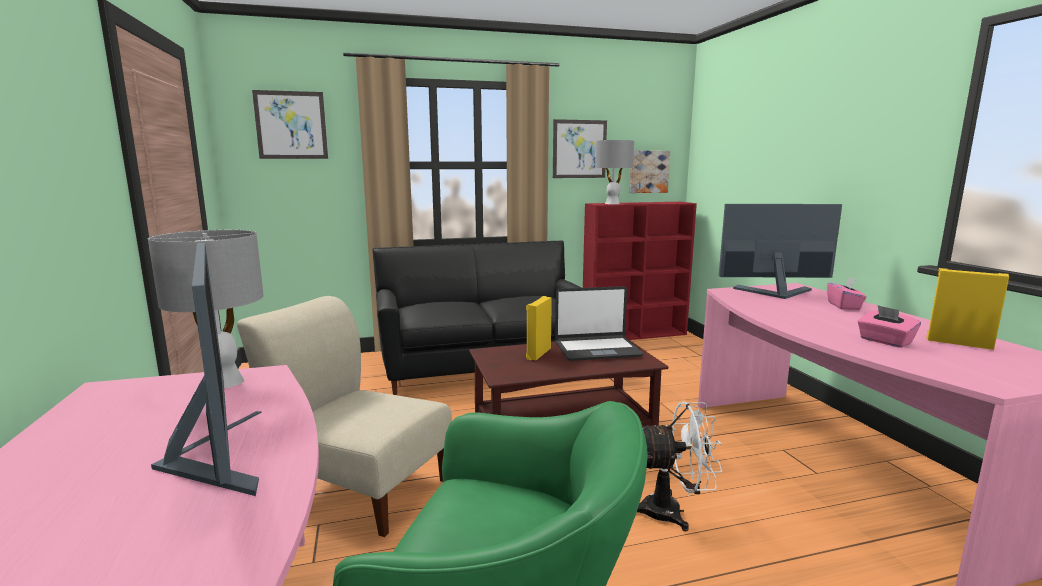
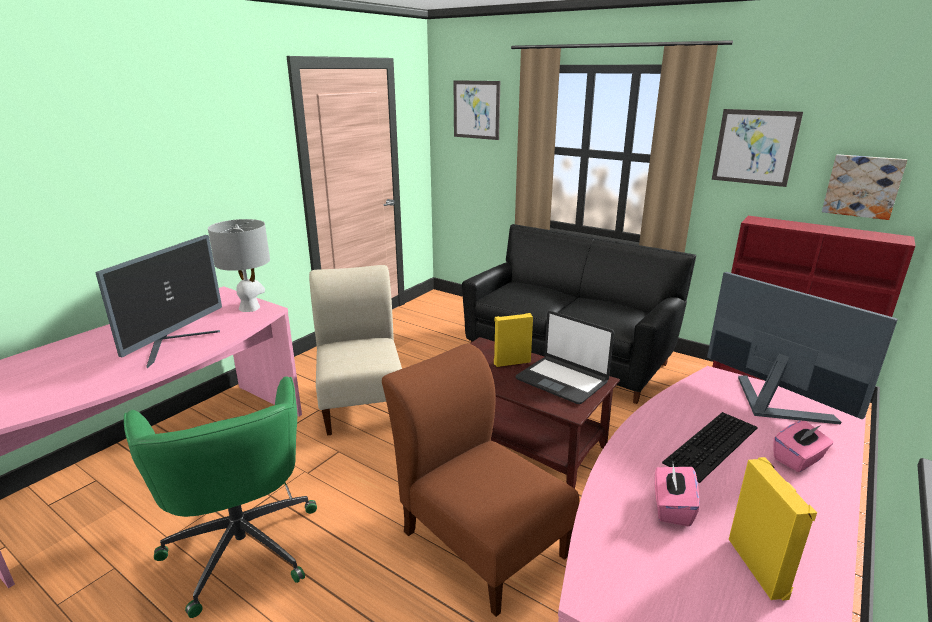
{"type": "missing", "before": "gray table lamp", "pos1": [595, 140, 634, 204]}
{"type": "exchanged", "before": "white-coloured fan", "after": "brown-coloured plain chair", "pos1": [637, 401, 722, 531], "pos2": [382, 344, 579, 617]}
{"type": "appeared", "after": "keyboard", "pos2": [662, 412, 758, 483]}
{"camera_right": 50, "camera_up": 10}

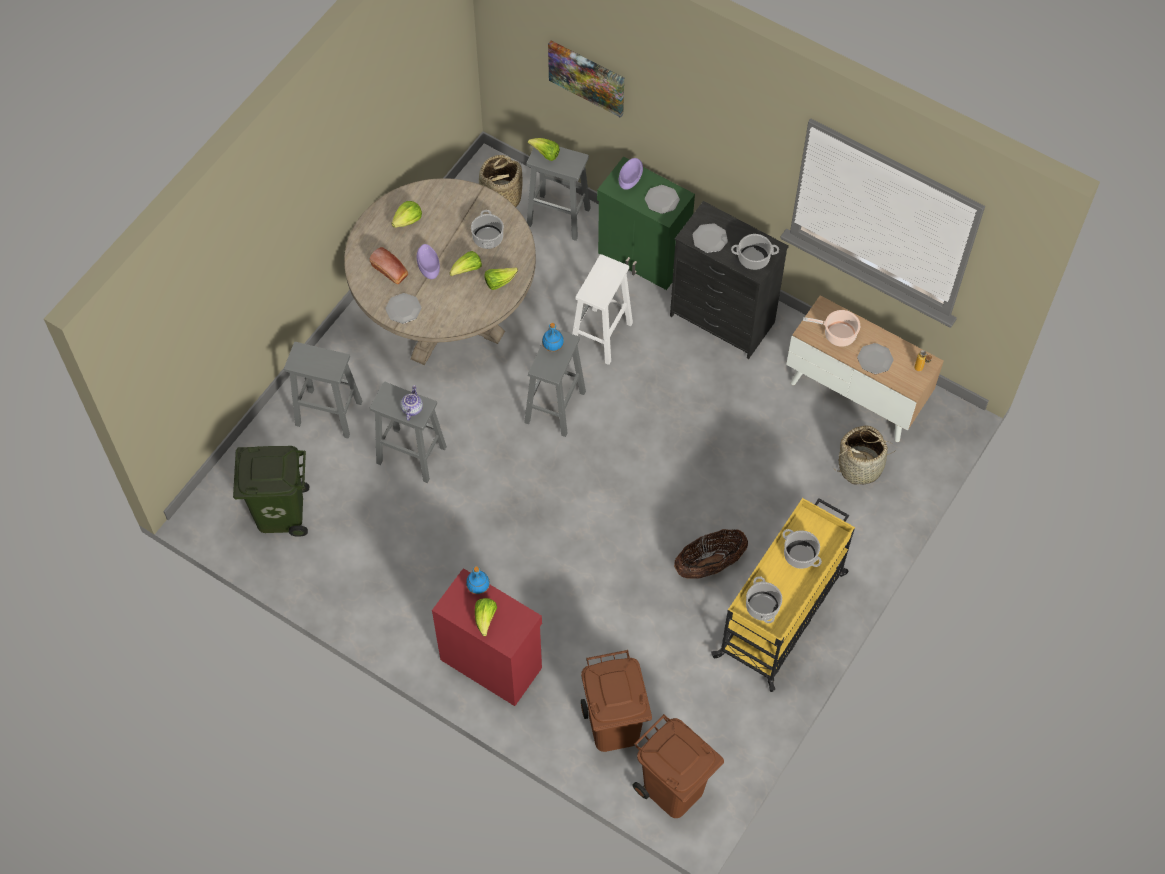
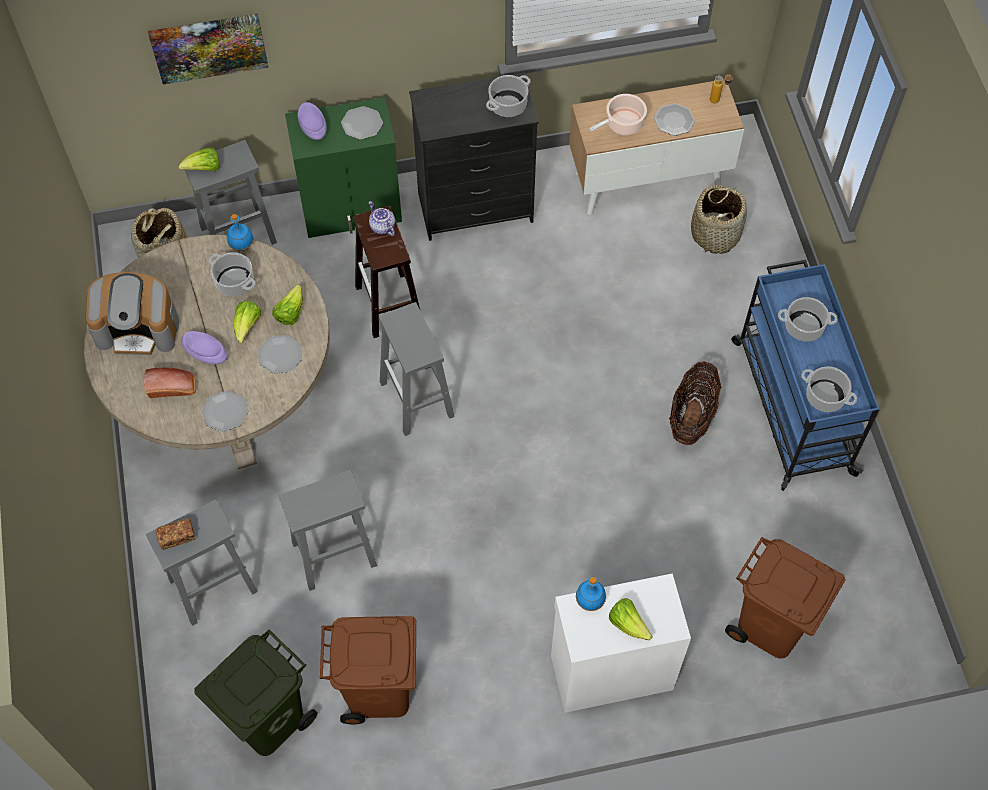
{"type": "exchanged", "before": "lettuce", "after": "coffee machine", "pos1": [391, 201, 422, 228], "pos2": [86, 272, 179, 355]}
{"type": "relocated", "before": "tea pot", "pos1": [401, 385, 423, 420], "pos2": [369, 201, 395, 236]}
{"type": "colour", "before": "red cabinet", "after": "white-coloured cabinet", "pos1": [432, 568, 542, 706], "pos2": [551, 573, 691, 713]}
{"type": "relocated", "before": "blue-coloured drink bottle", "pos1": [542, 323, 564, 352], "pos2": [227, 214, 254, 251]}
{"type": "colour", "before": "white-coloured stool", "after": "brown-coloured stool", "pos1": [572, 254, 633, 365], "pos2": [353, 206, 420, 338]}
{"type": "relocated", "before": "brown-coloured rubbish bin", "pos1": [632, 714, 724, 818], "pos2": [320, 616, 416, 724]}
{"type": "relocated", "before": "plate", "pos1": [693, 223, 728, 253], "pos2": [258, 335, 302, 374]}
{"type": "colour", "before": "yellow trolley", "after": "blue-coloured trolley", "pos1": [711, 498, 855, 692], "pos2": [731, 260, 880, 491]}
{"type": "appeared", "after": "baked bread", "pos2": [156, 518, 195, 550]}
{"camera_right": -45, "camera_up": 0}

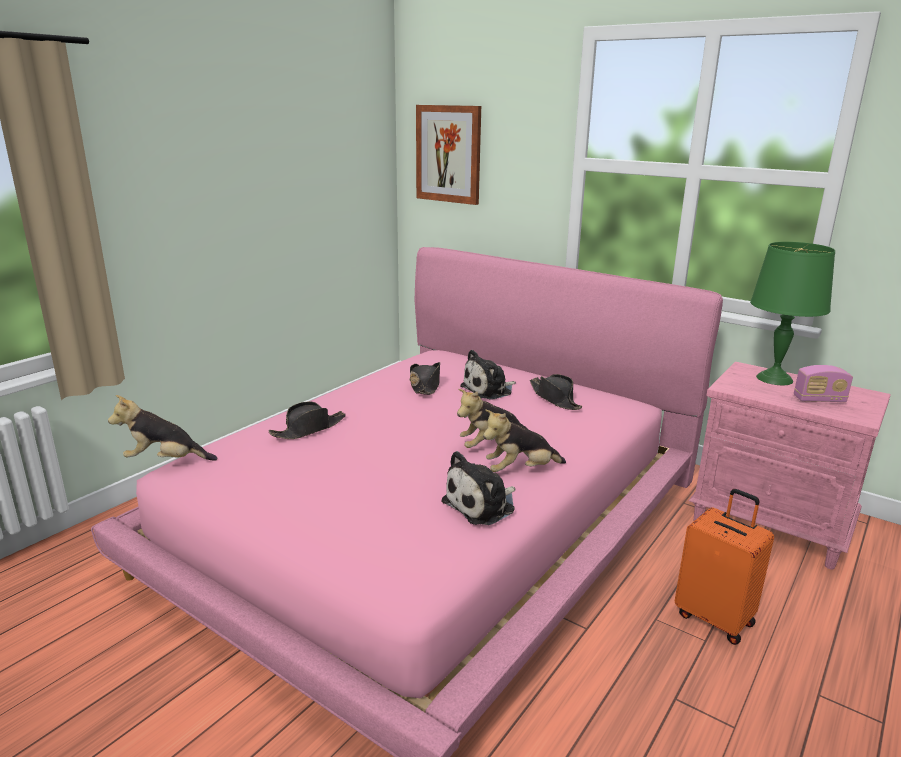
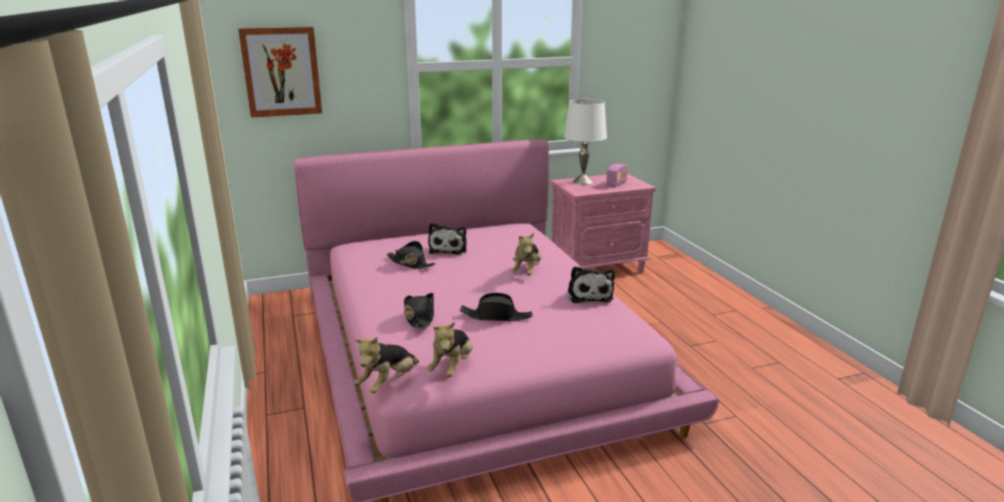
{"type": "relocated", "before": "plush toy", "pos1": [483, 409, 566, 472], "pos2": [427, 321, 473, 377]}
{"type": "relocated", "before": "black-coloured wearable hat", "pos1": [530, 374, 582, 410], "pos2": [460, 293, 533, 322]}
{"type": "missing", "before": "orange travel case", "pos1": [675, 489, 774, 645]}
{"type": "colour", "before": "green-coloured table lamp", "after": "white-coloured table lamp", "pos1": [750, 242, 835, 385], "pos2": [564, 99, 607, 185]}
{"camera_right": -55, "camera_up": 0}

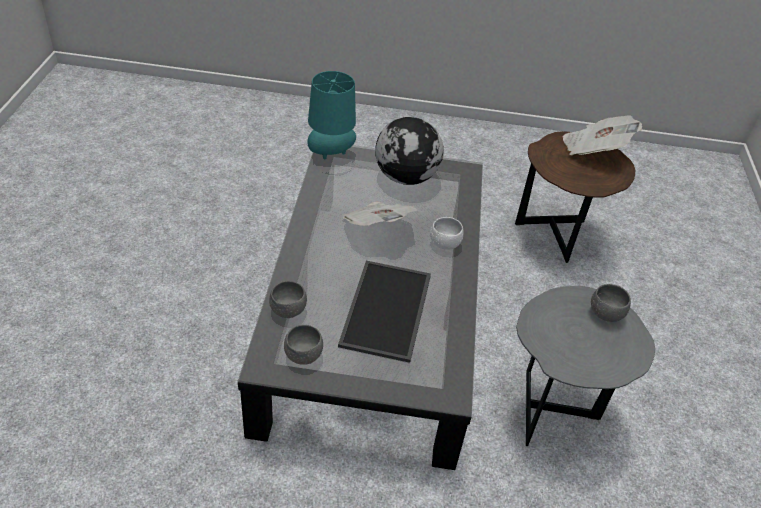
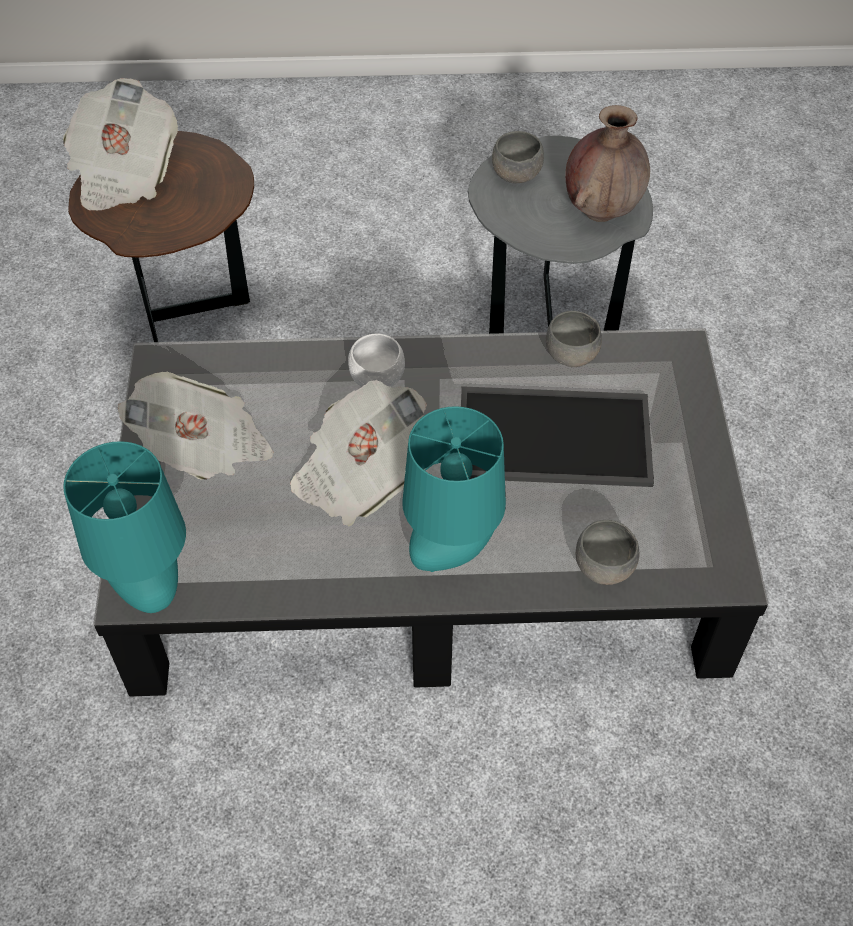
{"type": "relocated", "before": "gray bowl", "pos1": [284, 325, 323, 365], "pos2": [546, 311, 602, 367]}
{"type": "exchanged", "before": "globe", "after": "daily paper", "pos1": [375, 117, 444, 185], "pos2": [118, 372, 274, 480]}
{"type": "appeared", "after": "turquoise-coloured table lamp", "pos2": [402, 406, 506, 572]}
{"type": "appeared", "after": "brown-coloured decorative vase", "pos2": [565, 105, 650, 222]}
{"camera_right": -95, "camera_up": 10}

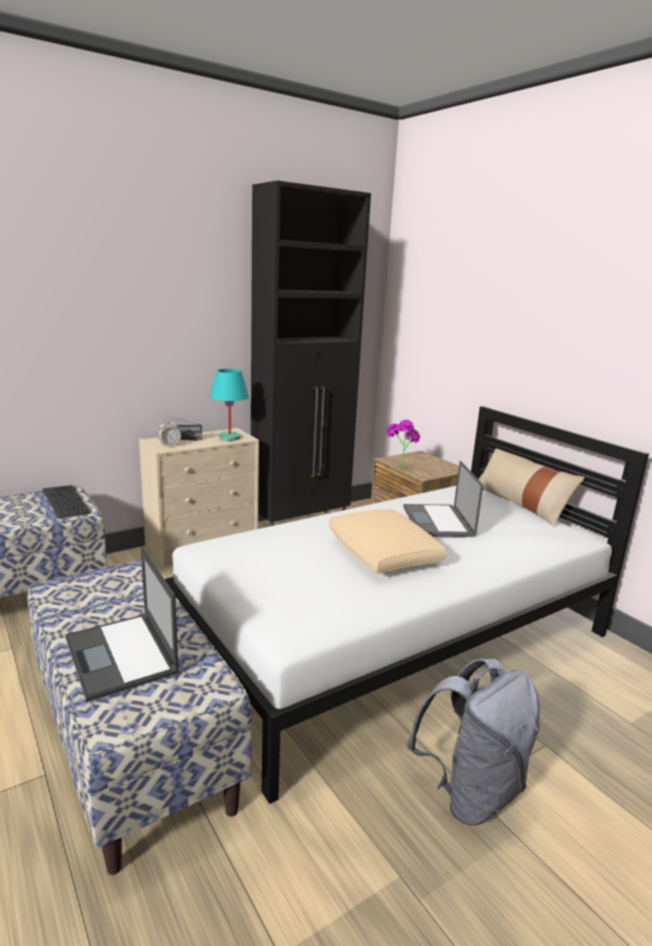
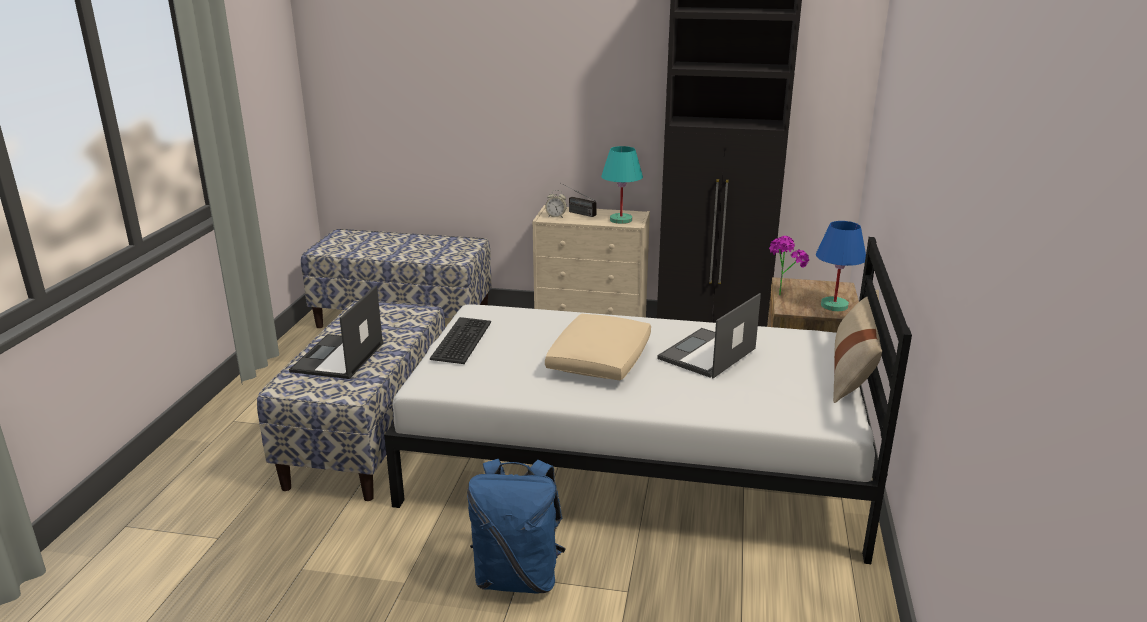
{"type": "relocated", "before": "keyboard", "pos1": [42, 485, 91, 518], "pos2": [430, 317, 491, 364]}
{"type": "colour", "before": "gray backpack", "after": "blue-coloured backpack", "pos1": [407, 658, 540, 825], "pos2": [467, 459, 566, 594]}
{"type": "appeared", "after": "blue-coloured table lamp", "pos2": [816, 221, 866, 311]}
{"camera_right": 45, "camera_up": 5}

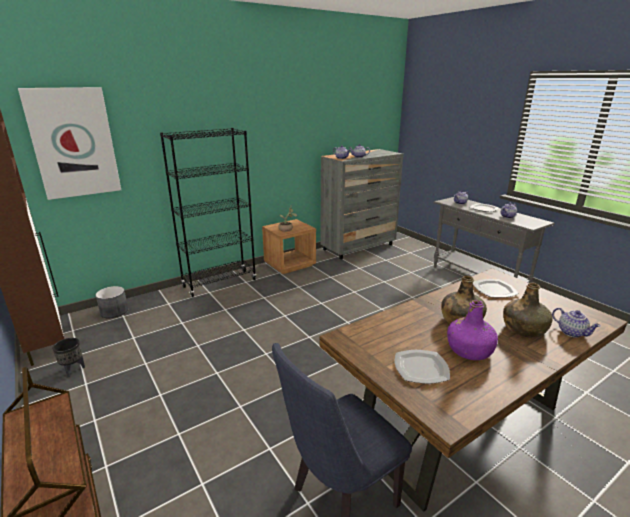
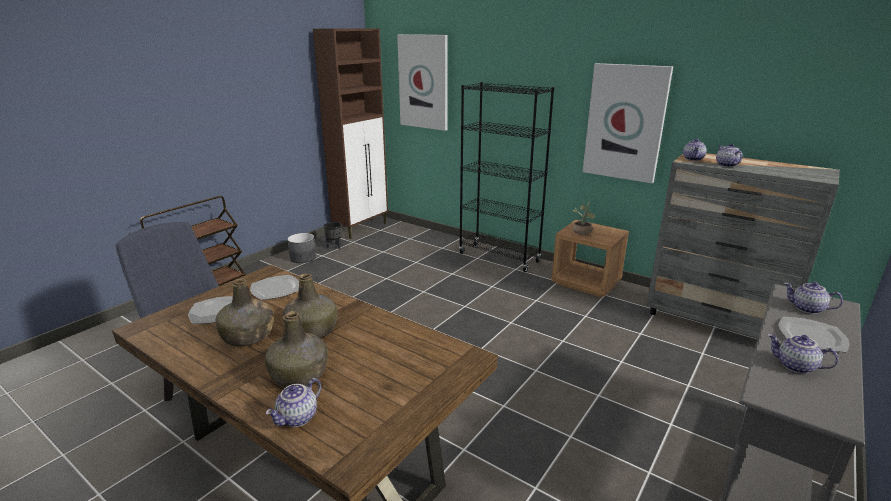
{"type": "relocated", "before": "gray planter", "pos1": [96, 286, 128, 318], "pos2": [287, 233, 316, 263]}
{"type": "colour", "before": "purple-coloured drink bottle", "after": "green-coloured drink bottle", "pos1": [447, 300, 498, 360], "pos2": [216, 278, 274, 347]}
{"type": "relocated", "before": "plate", "pos1": [473, 279, 519, 298], "pos2": [250, 275, 299, 300]}
{"type": "appeared", "after": "wall picture", "pos2": [583, 63, 673, 183]}
{"camera_right": 70, "camera_up": 0}

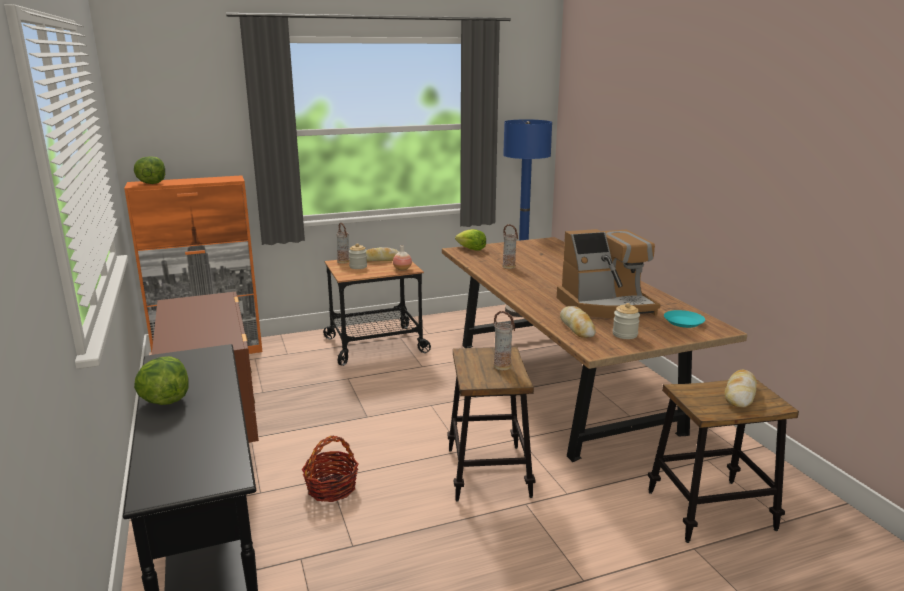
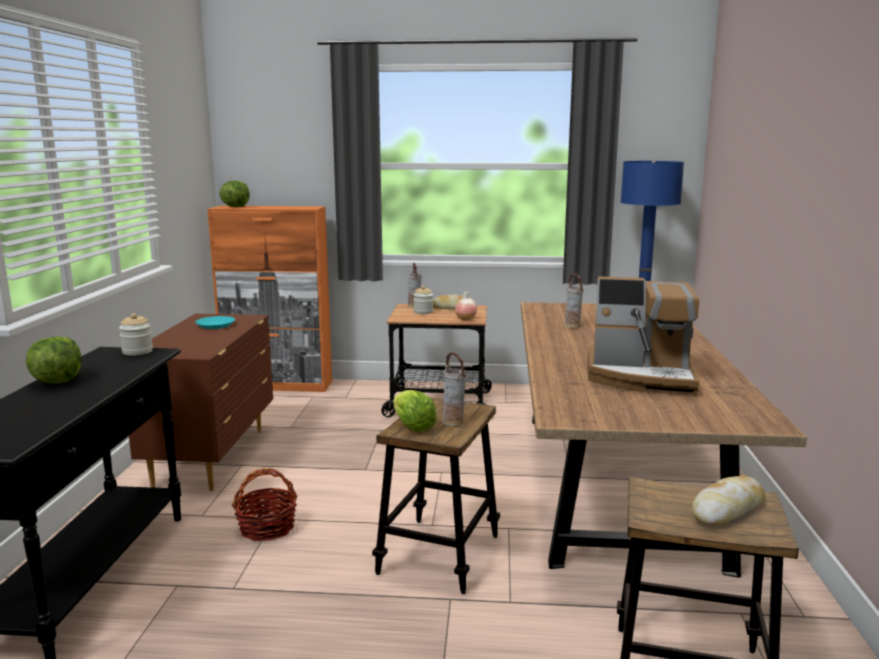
{"type": "relocated", "before": "lettuce", "pos1": [455, 229, 486, 251], "pos2": [393, 390, 437, 432]}
{"type": "missing", "before": "baked bread", "pos1": [560, 306, 596, 338]}
{"type": "relocated", "before": "storage jar", "pos1": [613, 303, 640, 339], "pos2": [119, 313, 153, 355]}
{"type": "relocated", "before": "turquoise-coloured plate", "pos1": [664, 310, 705, 328], "pos2": [195, 316, 235, 329]}
{"camera_right": 25, "camera_up": -5}

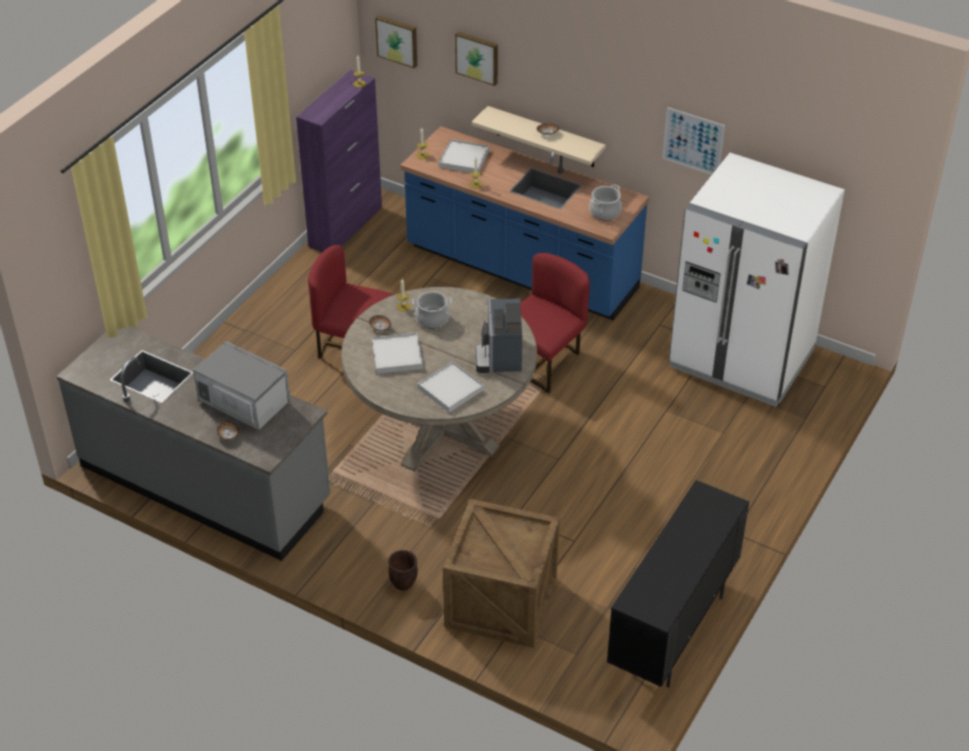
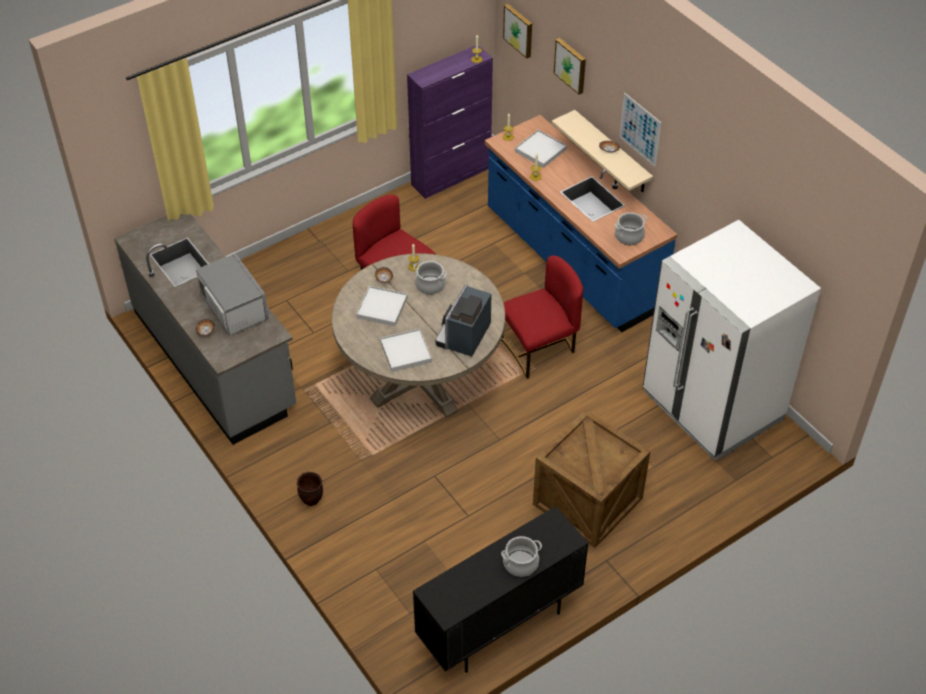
{"type": "relocated", "before": "shipping crate", "pos1": [443, 499, 560, 648], "pos2": [533, 410, 651, 548]}
{"type": "relocated", "before": "wall picture", "pos1": [662, 107, 725, 175], "pos2": [619, 93, 662, 167]}
{"type": "appeared", "after": "cooking pot", "pos2": [501, 536, 542, 577]}
{"camera_right": 25, "camera_up": 5}

